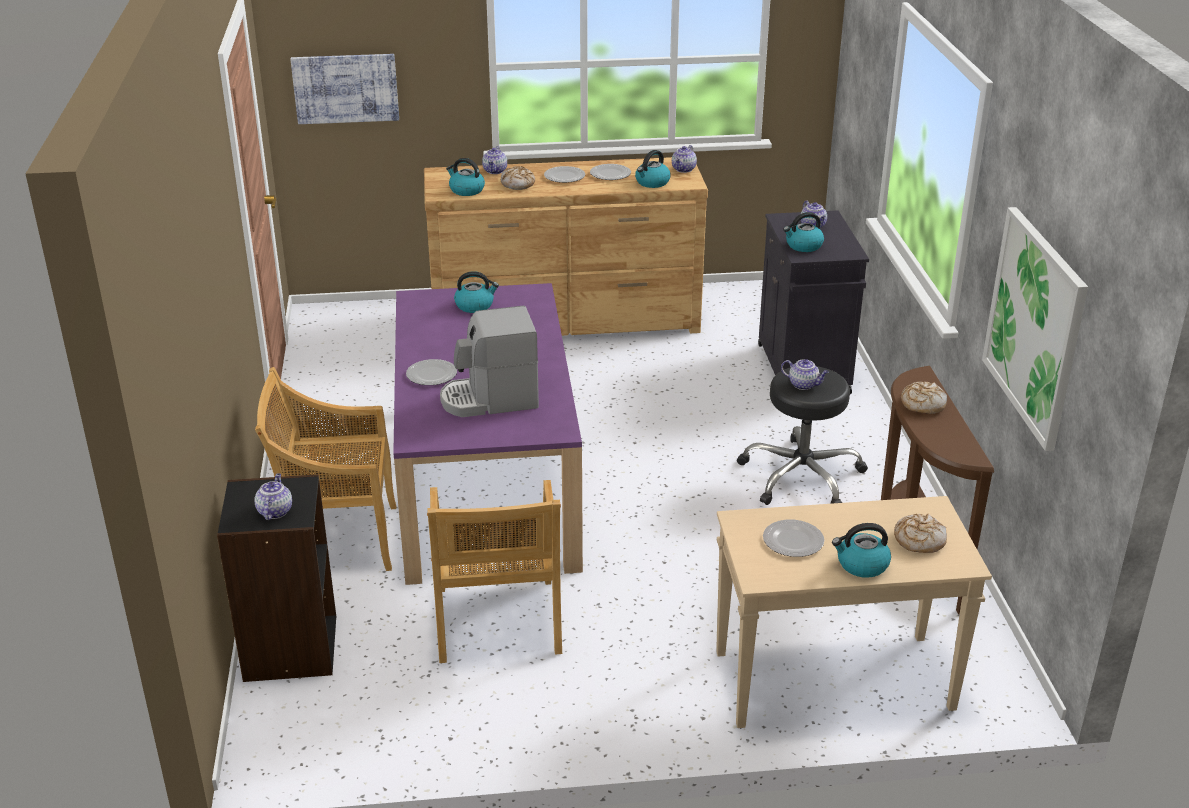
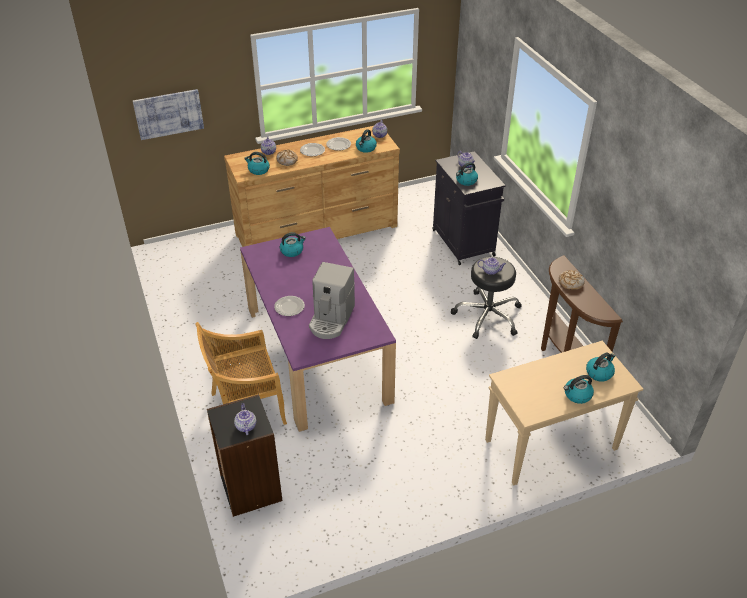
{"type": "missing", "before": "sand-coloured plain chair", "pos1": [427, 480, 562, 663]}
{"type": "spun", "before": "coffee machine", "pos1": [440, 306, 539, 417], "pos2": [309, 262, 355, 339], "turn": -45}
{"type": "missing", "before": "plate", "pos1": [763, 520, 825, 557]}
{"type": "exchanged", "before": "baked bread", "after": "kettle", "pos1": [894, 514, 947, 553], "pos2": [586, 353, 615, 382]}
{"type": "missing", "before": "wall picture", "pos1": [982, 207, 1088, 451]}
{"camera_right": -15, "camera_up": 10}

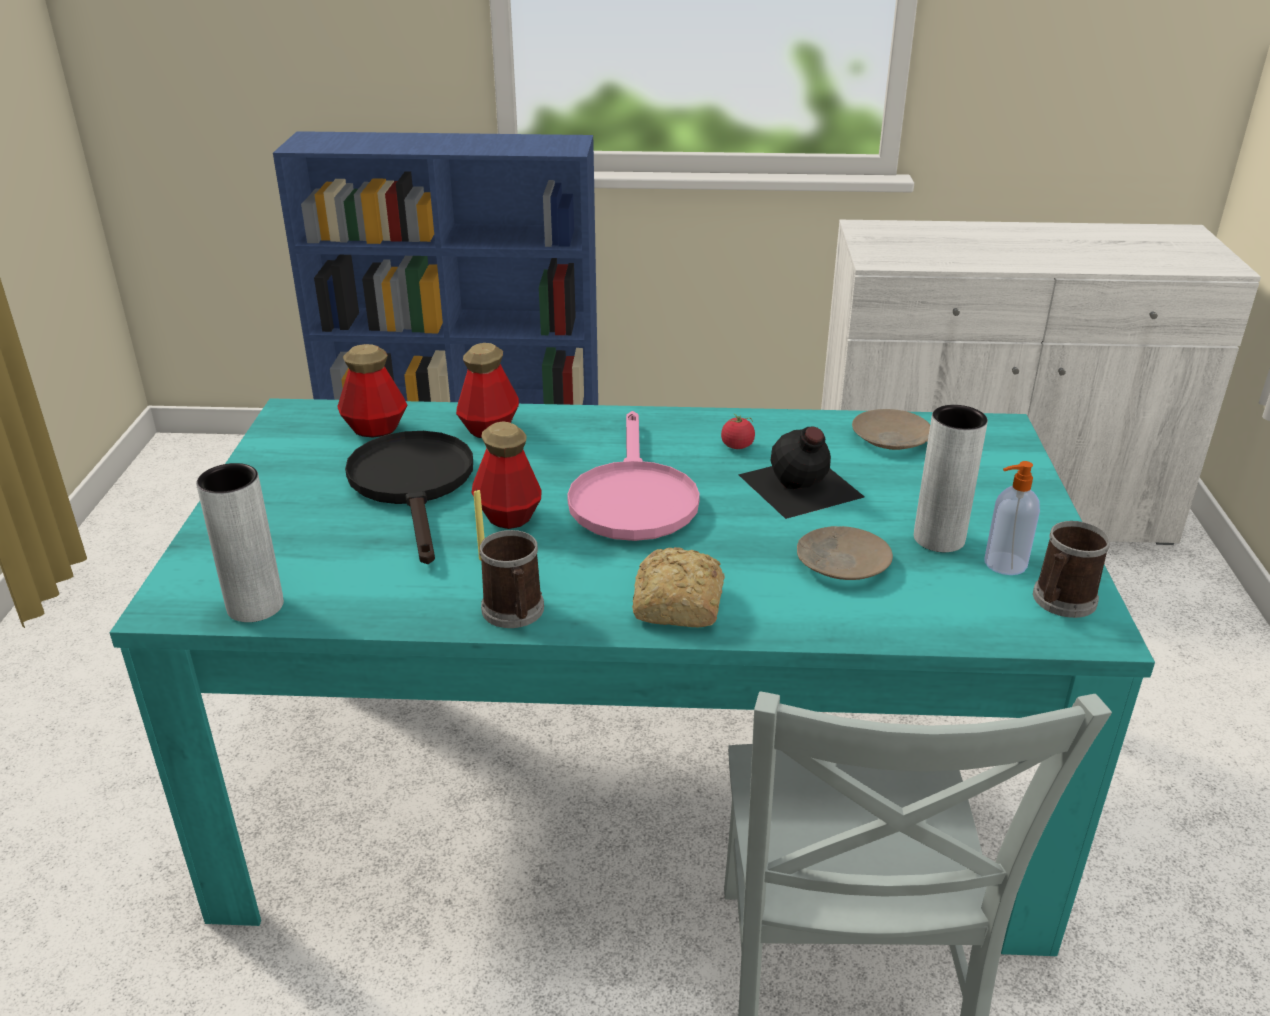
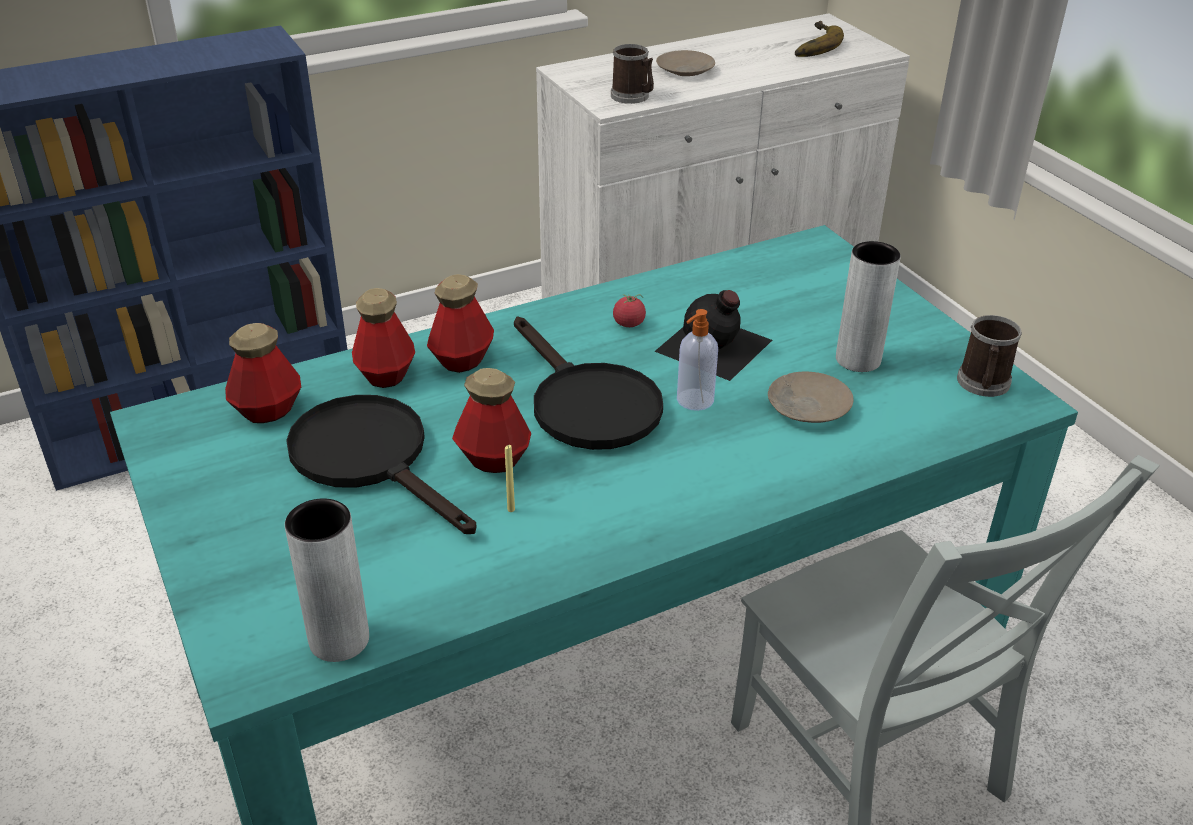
{"type": "relocated", "before": "mug", "pos1": [479, 530, 544, 628], "pos2": [611, 44, 654, 104]}
{"type": "colour", "before": "pinkish frying pan", "after": "black-coloured frying pan", "pos1": [567, 411, 700, 541], "pos2": [514, 317, 663, 450]}
{"type": "missing", "before": "baked bread", "pos1": [632, 547, 725, 627]}
{"type": "relocated", "before": "sand-coloured plate", "pos1": [852, 409, 930, 450], "pos2": [656, 50, 715, 76]}
{"type": "relocated", "before": "soap dispenser", "pos1": [985, 461, 1040, 575], "pos2": [677, 309, 718, 411]}
{"type": "appeared", "after": "drink bottle", "pos2": [427, 274, 494, 373]}
{"type": "appeared", "after": "banana", "pos2": [795, 21, 844, 57]}
{"camera_right": -30, "camera_up": 5}

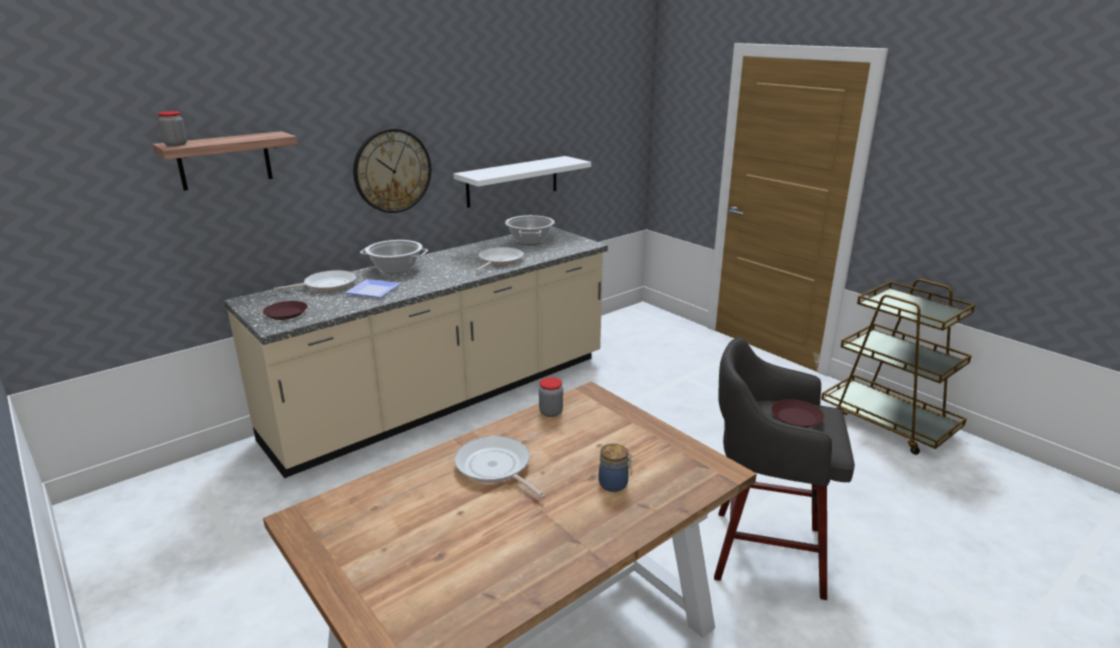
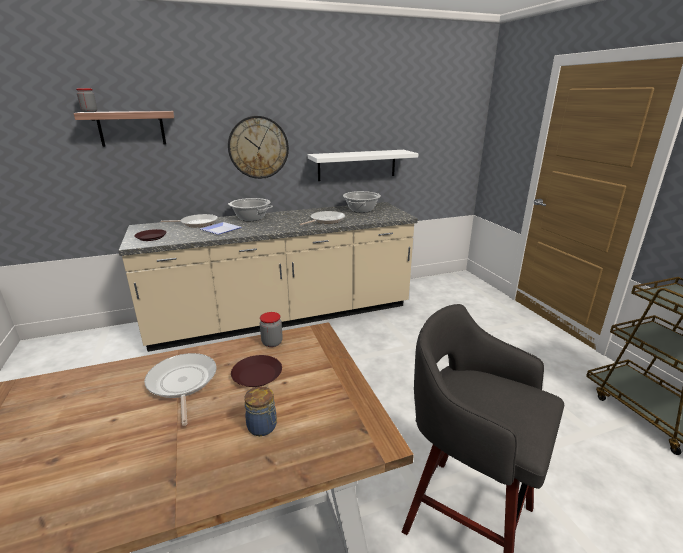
{"type": "relocated", "before": "brown-coloured plate", "pos1": [771, 399, 824, 428], "pos2": [231, 355, 282, 387]}
{"camera_right": 20, "camera_up": 0}

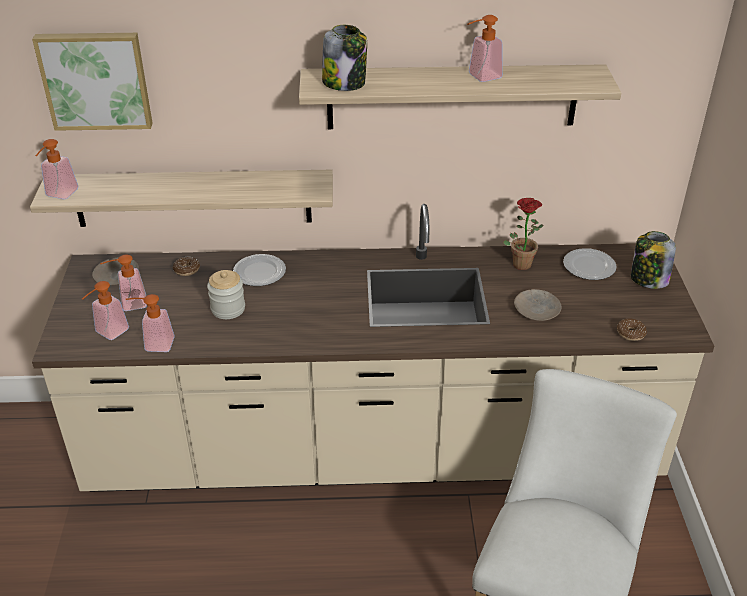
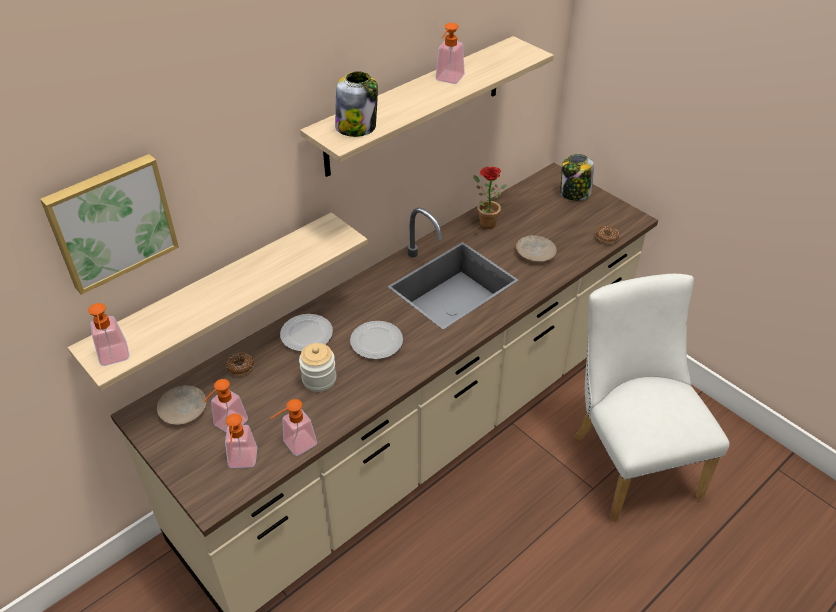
{"type": "relocated", "before": "plate", "pos1": [563, 248, 617, 280], "pos2": [350, 321, 403, 359]}
{"camera_right": -40, "camera_up": 5}

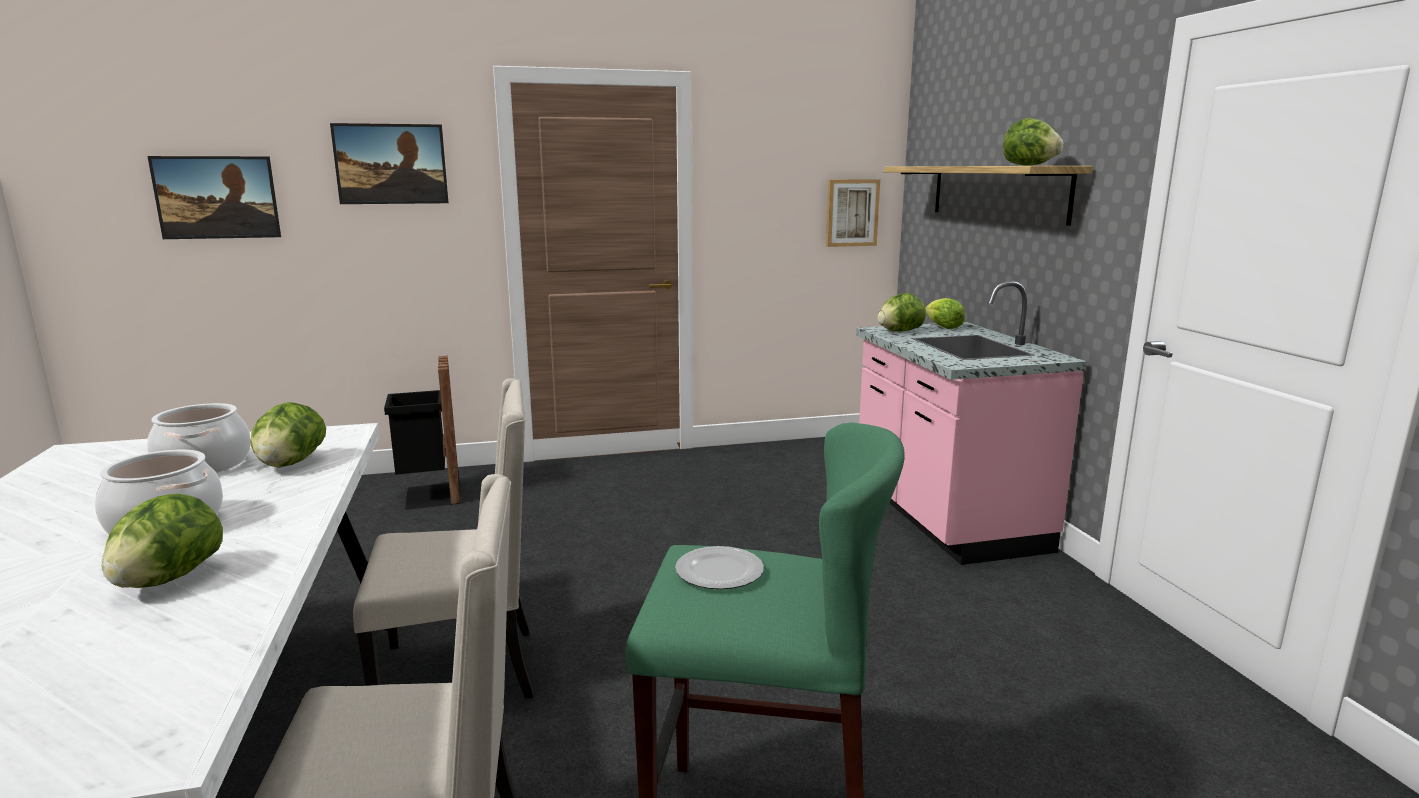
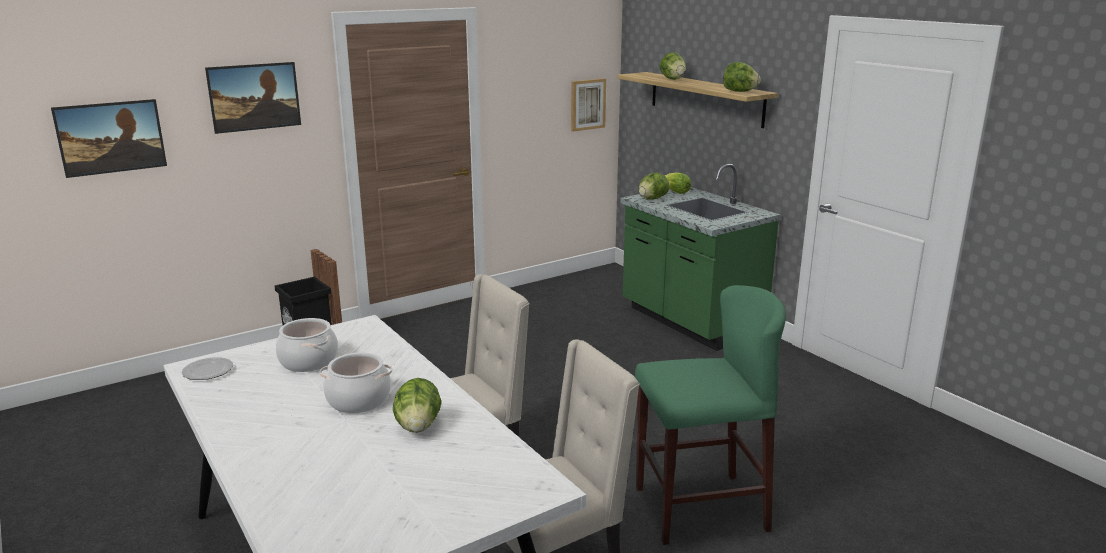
{"type": "relocated", "before": "lettuce", "pos1": [251, 402, 326, 468], "pos2": [660, 52, 686, 80]}
{"type": "relocated", "before": "plate", "pos1": [675, 546, 764, 589], "pos2": [182, 357, 233, 380]}
{"type": "colour", "before": "pinkish kitchen base unit", "after": "green-coloured kitchen base unit", "pos1": [856, 281, 1087, 565], "pos2": [620, 164, 780, 351]}
{"camera_right": -20, "camera_up": 5}

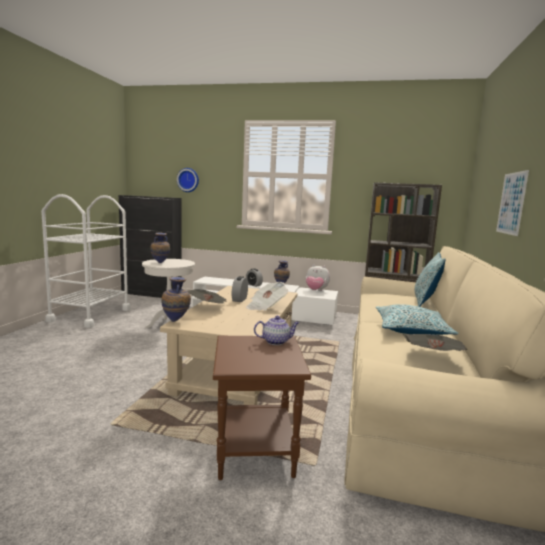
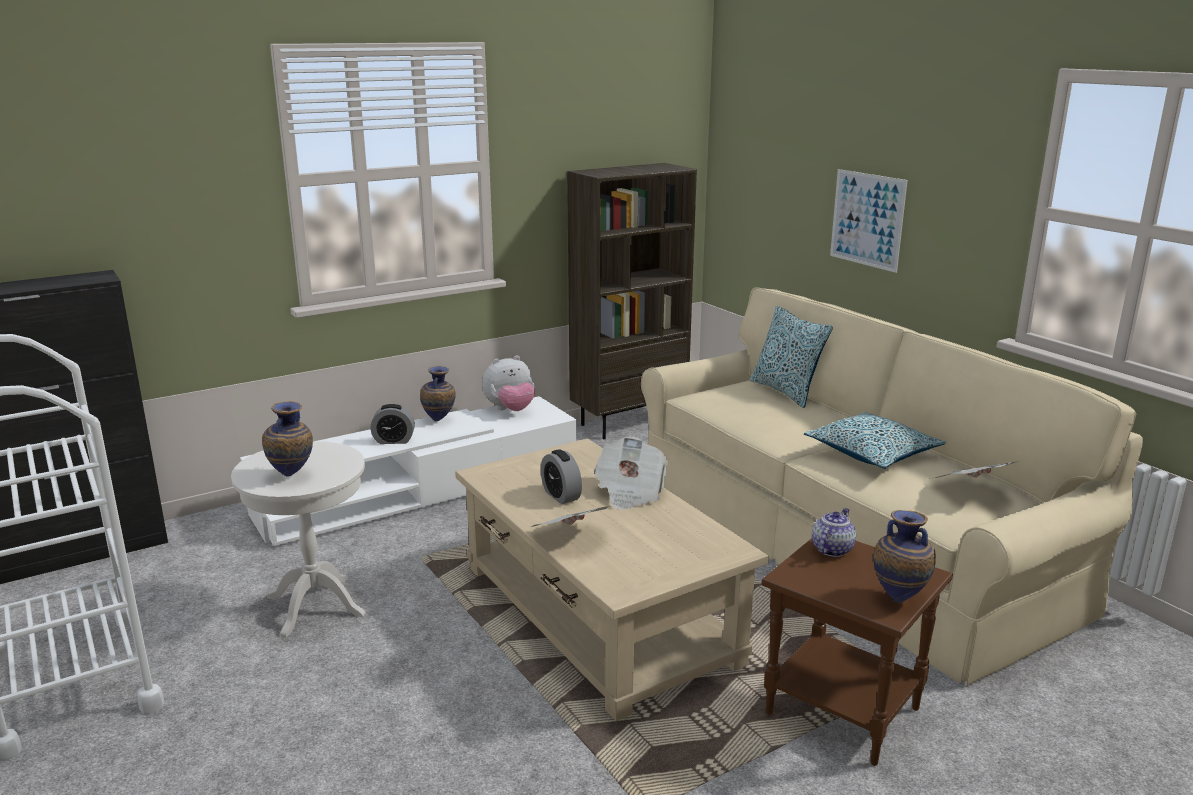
{"type": "relocated", "before": "decorative vase", "pos1": [161, 277, 191, 322], "pos2": [873, 510, 936, 603]}
{"type": "missing", "before": "wall clock", "pos1": [177, 168, 199, 192]}
{"camera_right": -45, "camera_up": 10}

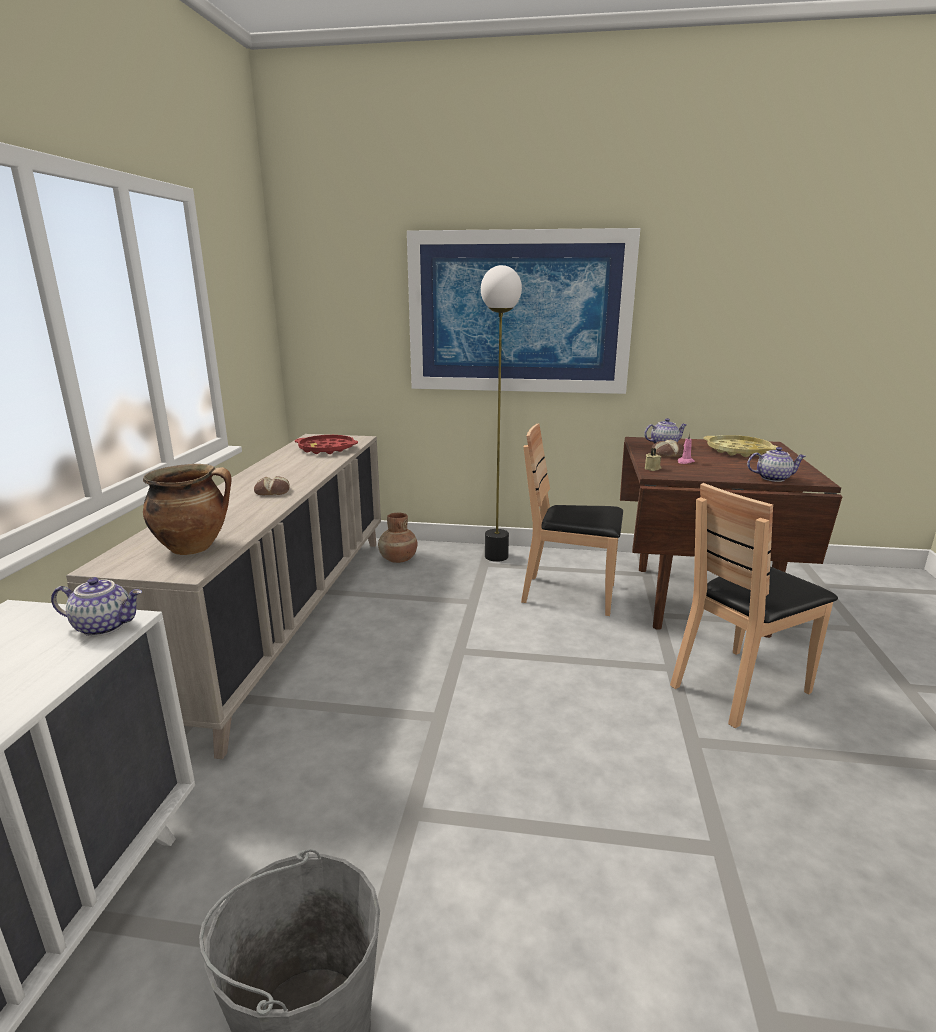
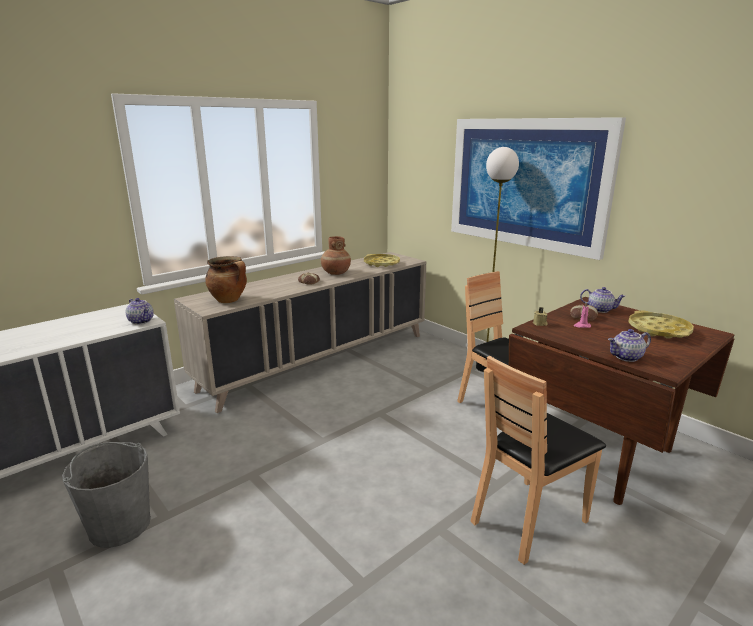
{"type": "colour", "before": "red carrying tray", "after": "yellow carrying tray", "pos1": [295, 435, 358, 454], "pos2": [364, 254, 400, 267]}
{"type": "relocated", "before": "brown-coloured decorative vase", "pos1": [378, 513, 417, 563], "pos2": [321, 236, 351, 275]}
{"type": "spun", "before": "brown-coloured plain chair", "pos1": [670, 483, 838, 728], "pos2": [471, 356, 606, 565], "turn": -45}
{"type": "spun", "before": "tea pot", "pos1": [747, 447, 806, 482], "pos2": [608, 329, 651, 362], "turn": 120}
{"camera_right": 40, "camera_up": 0}

